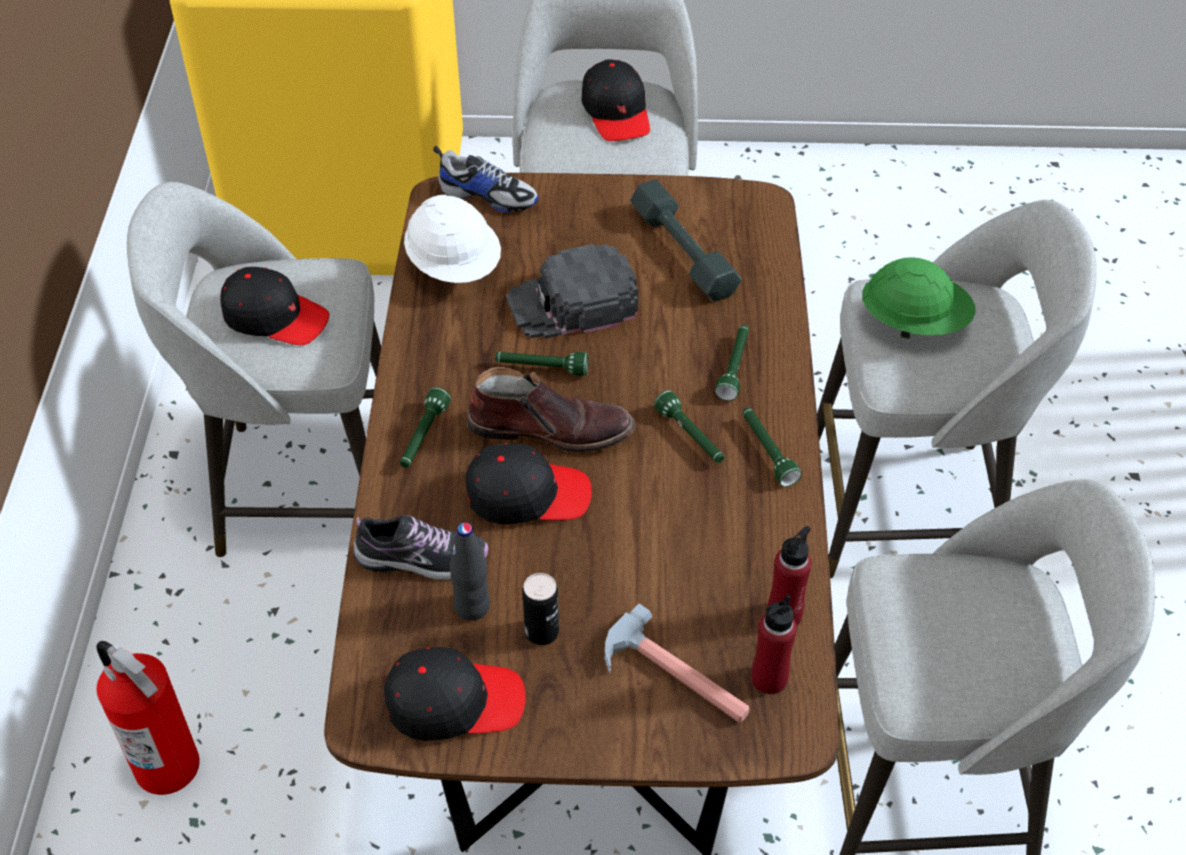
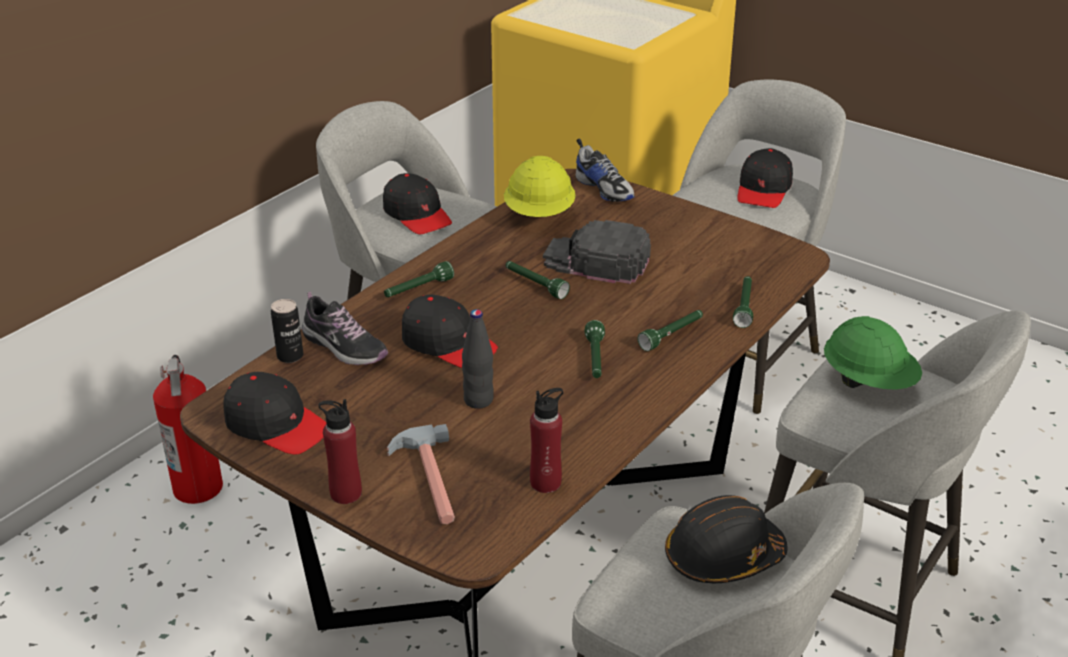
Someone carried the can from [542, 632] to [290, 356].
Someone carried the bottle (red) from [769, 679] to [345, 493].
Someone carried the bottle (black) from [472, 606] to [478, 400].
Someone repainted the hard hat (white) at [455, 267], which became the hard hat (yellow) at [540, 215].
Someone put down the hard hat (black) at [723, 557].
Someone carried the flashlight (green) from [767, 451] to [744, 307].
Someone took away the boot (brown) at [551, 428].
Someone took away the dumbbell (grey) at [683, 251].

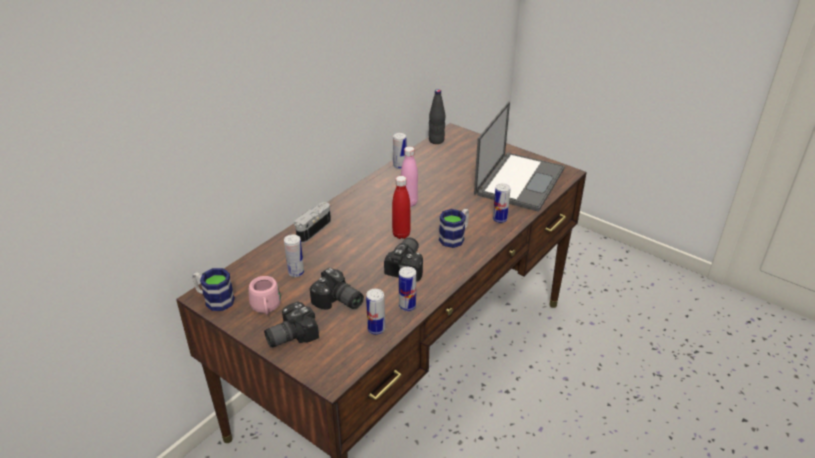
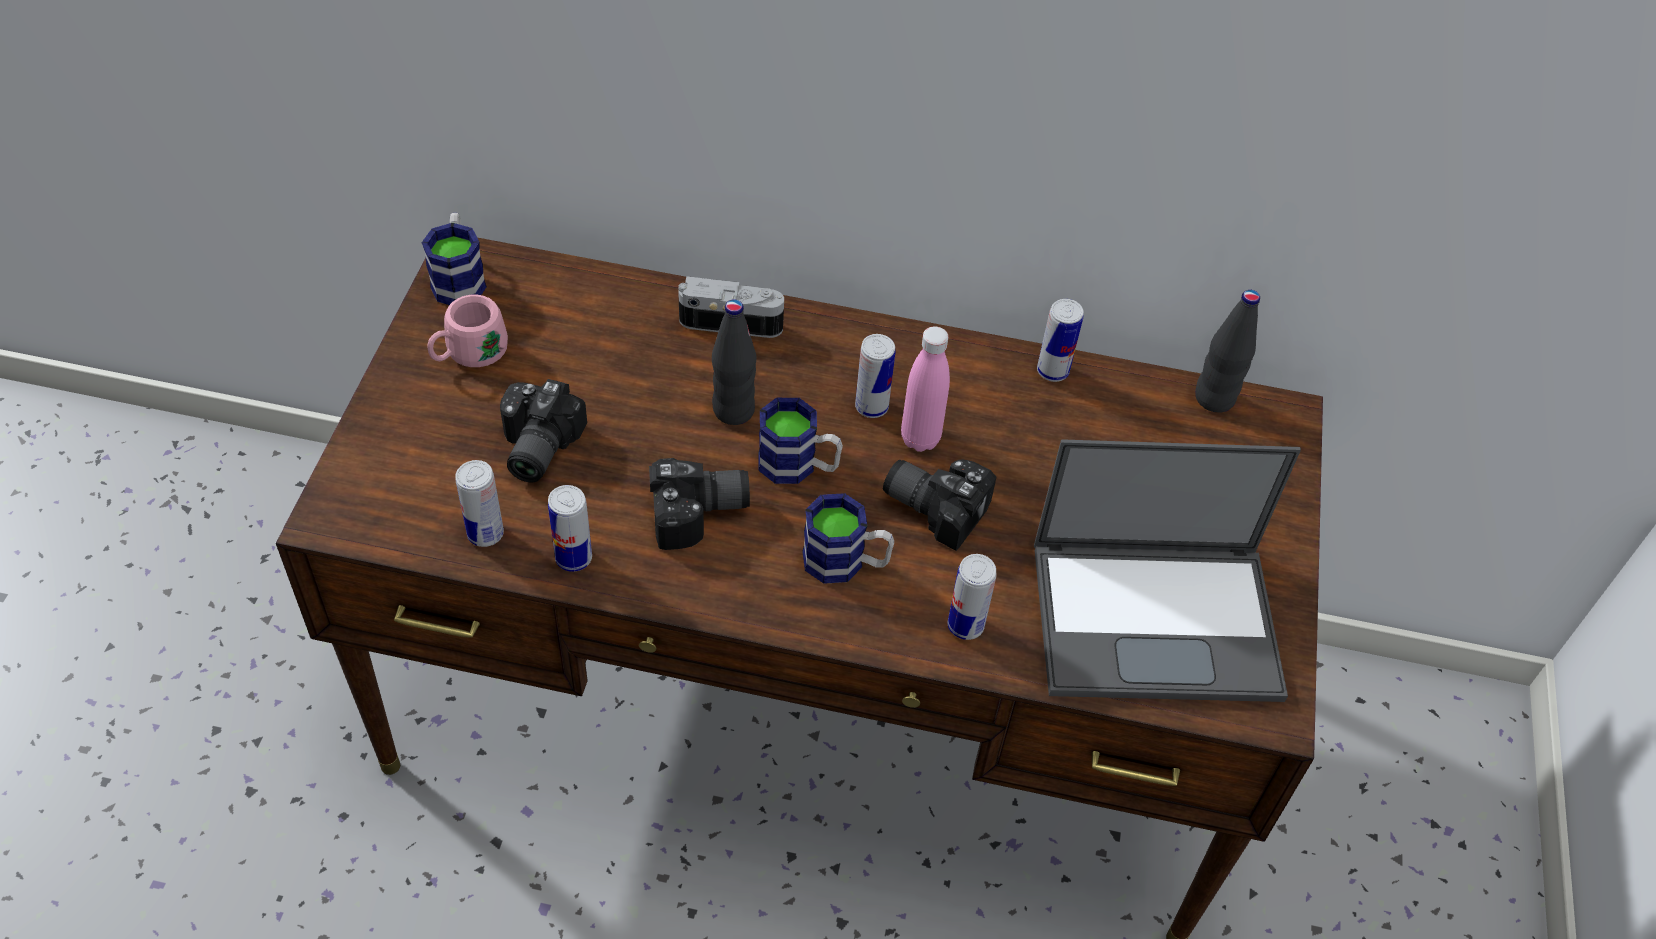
Someone put down the bottle (black) at [733, 410].
Someone swapped the bottle (red) at [401, 234] for the mug at [798, 466].
Someone carried the can from [296, 273] to [871, 407].
Someone carried the photo camera from [290, 335] to [936, 505].

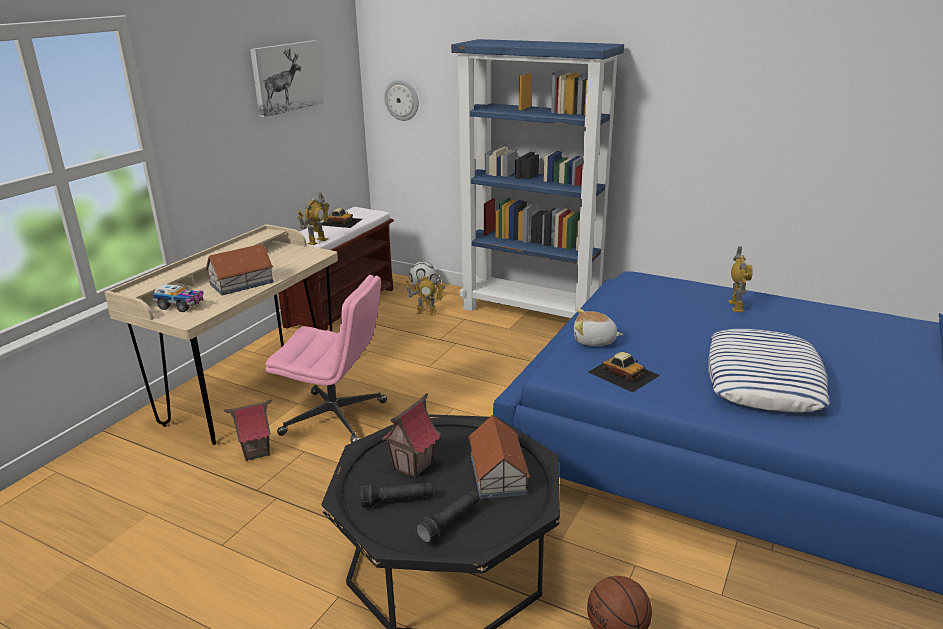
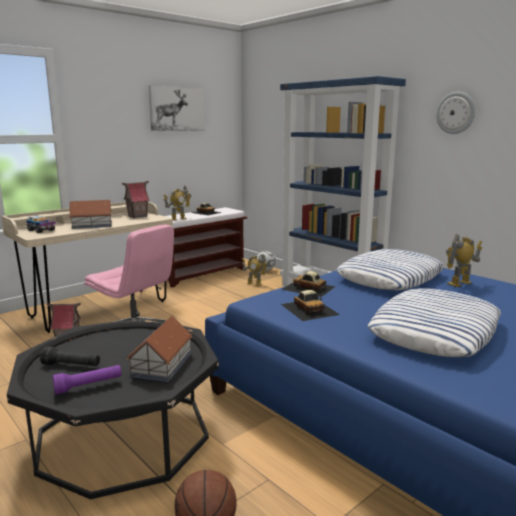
Someone repainted the flashlight (black) at [450, 522], which became the flashlight (purple) at [88, 386].
Someone carried the toy house from [413, 465] to [137, 216].
Someone swapped the plush toy at [594, 341] for the toy car at [308, 288].
Someone put down the pillow at [390, 278].
Someone carried the wall clock from [402, 100] to [456, 113].
Someone rotated the toy robot at [736, 306] by 150 degrees counterclockwise.

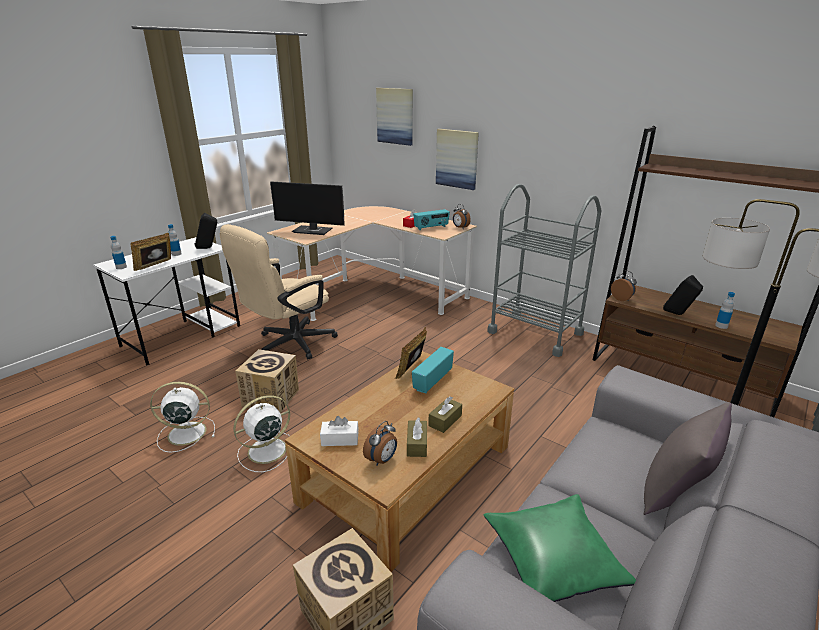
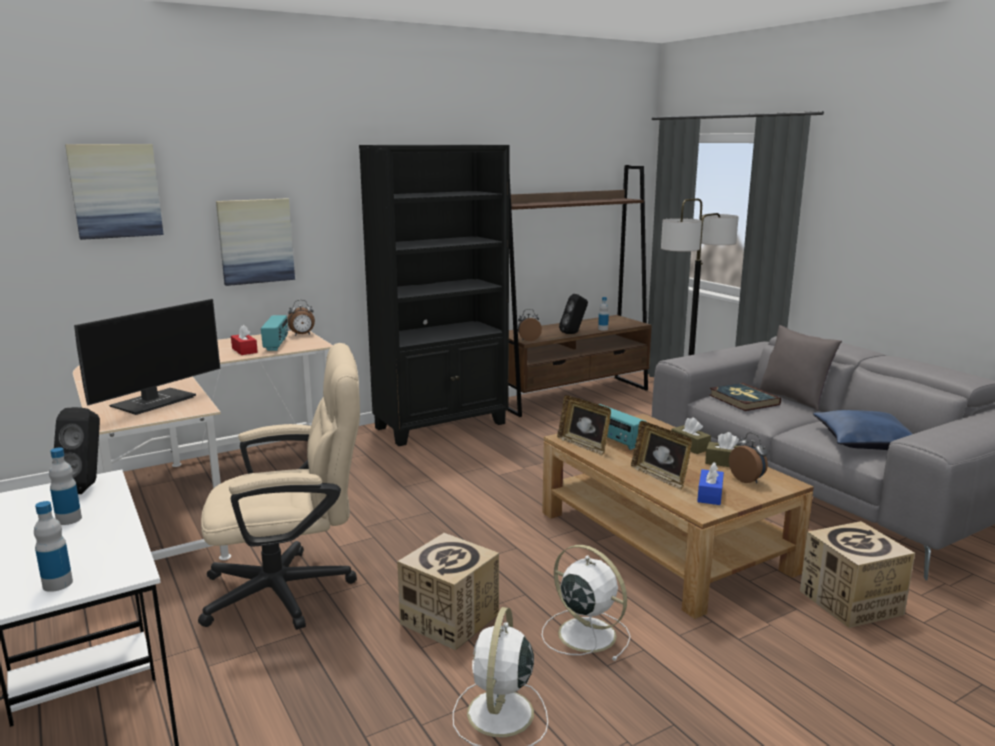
Someone rotated the office chair (beige) at [288, 345] by 75 degrees counterclockwise.
Someone swapped the cart (grey) at [535, 333] for the bookcase (black) at [442, 426].
Someone rotated the fan (white) at [265, 451] by 150 degrees clockwise.
Someone carried the picture frame from [155, 266] to [660, 477].
Someone repainted the tissue box (white) at [340, 439], which became the tissue box (blue) at [710, 495].
Someone put down the book at [743, 400].
Someone repainted the pillow (green) at [553, 558], which became the pillow (blue) at [865, 442].

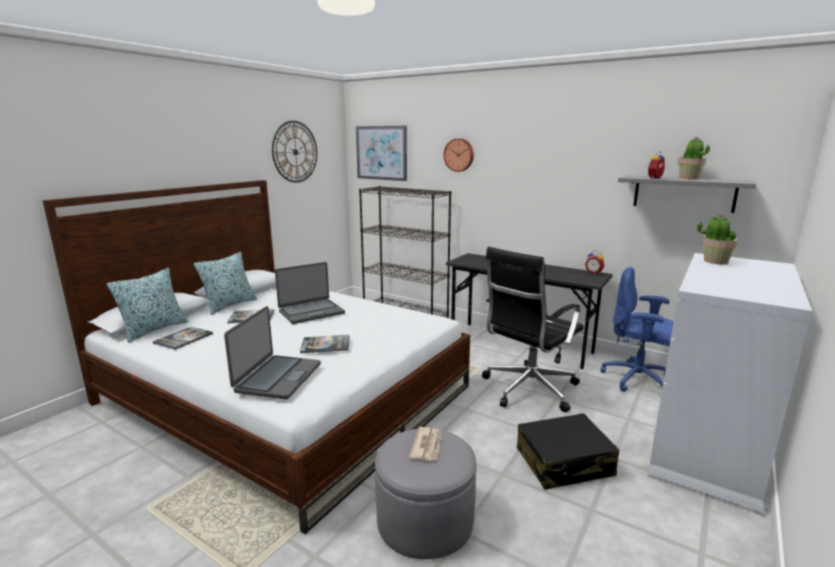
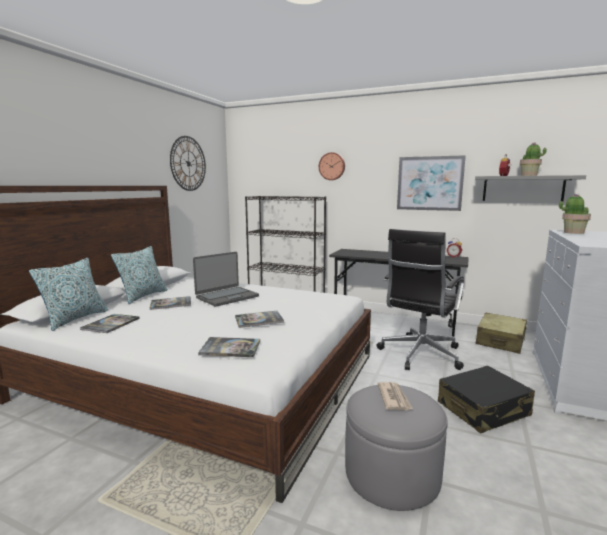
Someone swapped the laptop at [277, 377] for the book at [230, 348].
Someone carried the picture from [381, 153] to [429, 183].
Someone swapped the office chair (blue) at [638, 379] for the suitcase (beige) at [500, 341].

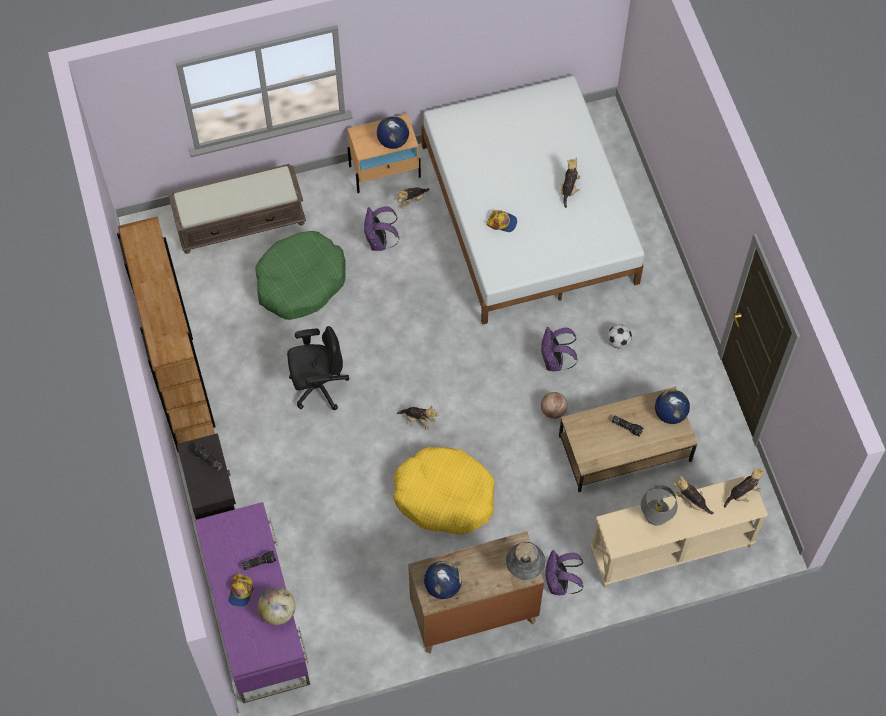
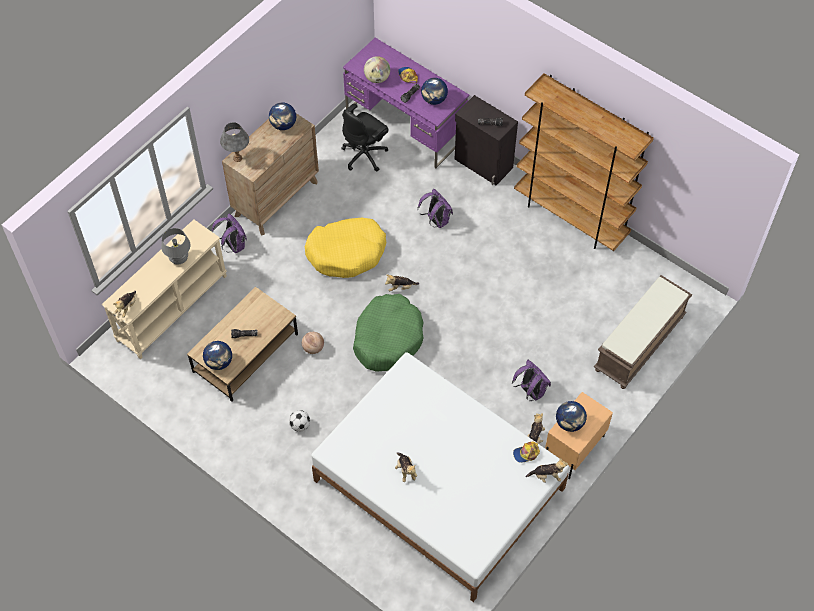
Someone carried the office chair (black) from [318, 386] to [365, 155].
Someone carried the dog bed (green) from [300, 281] to [388, 338].
Someone carried the backpack (purple) from [555, 361] to [436, 220].
Someone put down the globe at [434, 100].
Someone carried the cap from [502, 222] to [526, 453].
Someone carried the plush toy from [691, 501] to [547, 476].

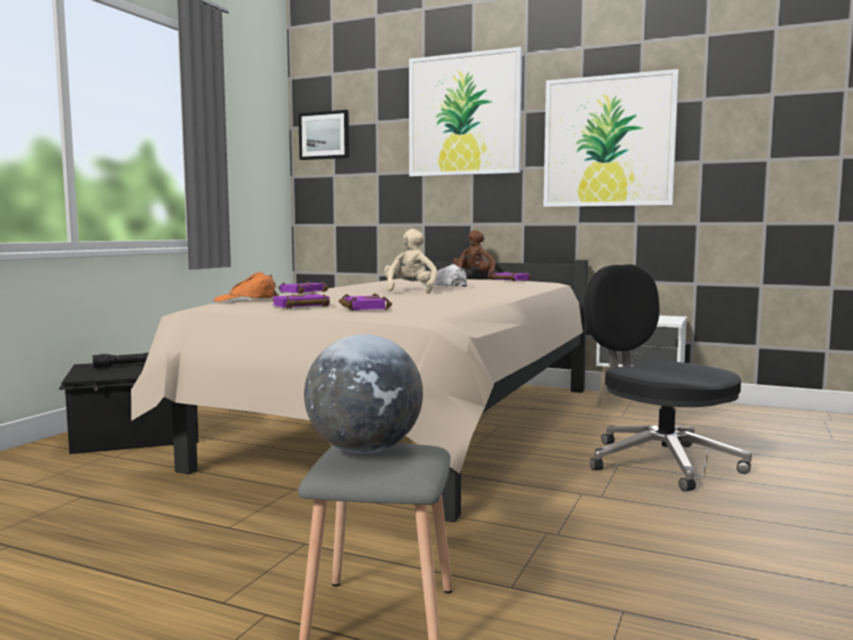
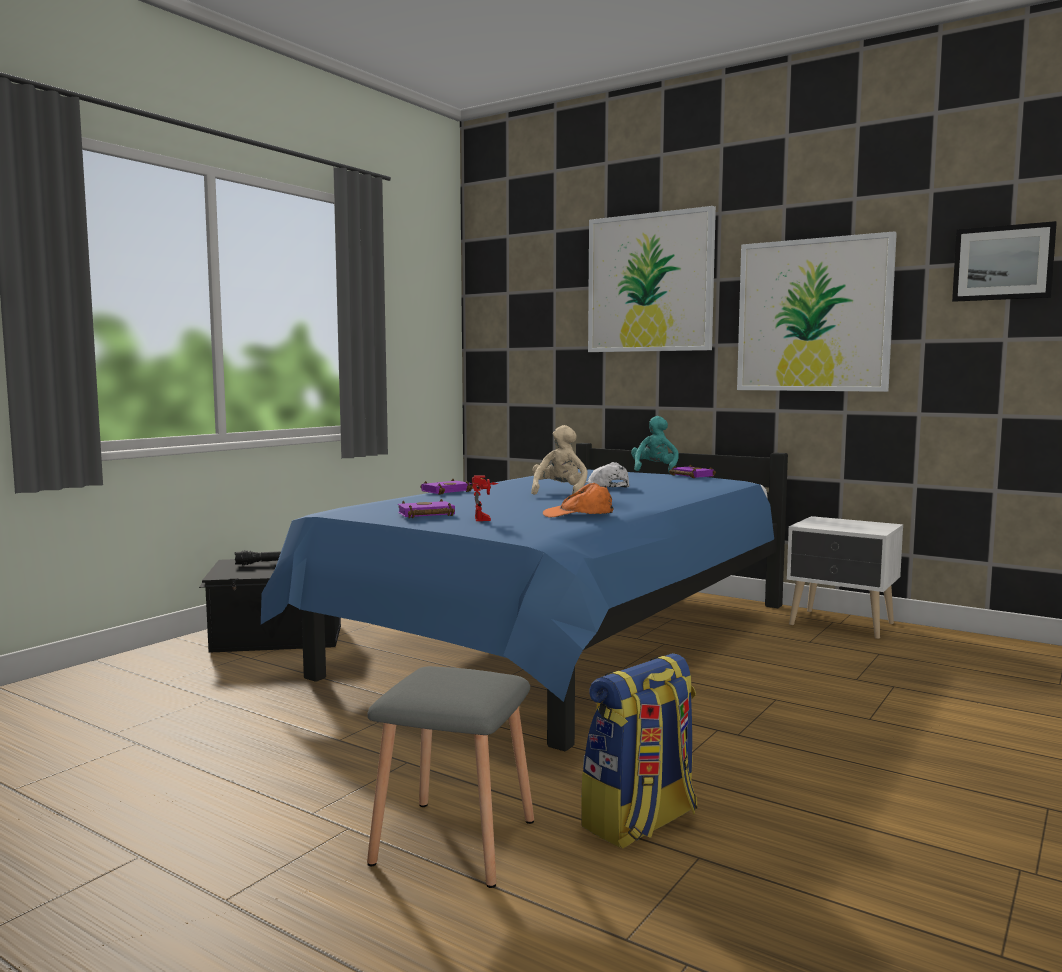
Someone repainted the bed (beige) at [413, 428], which became the bed (blue) at [564, 642].
Someone swapped the book (purple) at [362, 308] for the toy robot at [486, 519].
Someone carried the cap (orange) from [246, 299] to [578, 514].
Someone put down the backpack at [640, 822].
Someone repainted the plush toy (brown) at [473, 277], which became the plush toy (turquoise) at [654, 470].
Someone carried the picture from [324, 135] to [1003, 263].
Someone took away the globe at [364, 450].
Someone took away the office chair (black) at [659, 462].

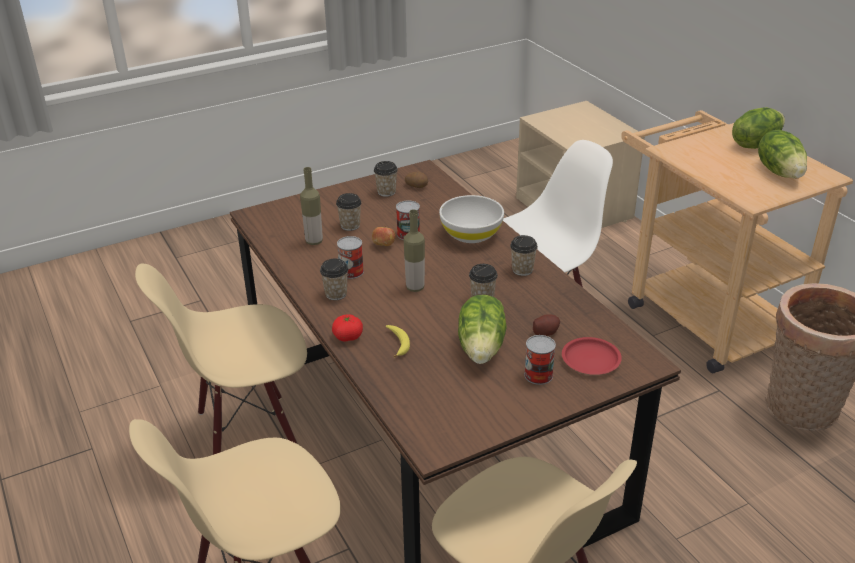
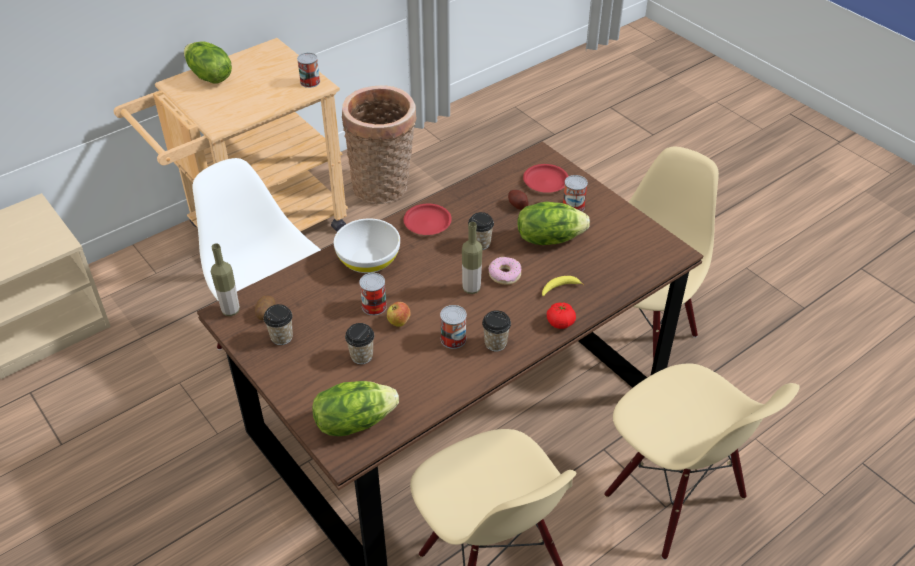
Someone carried the bottle from [314, 241] to [230, 310].
Someone put down the can at [310, 82].
Someone carried the lettuce from [780, 172] to [354, 421].
Someone swapped the cup at [522, 270] for the plate (red) at [427, 222].
Someone put down the donut at [505, 275].

